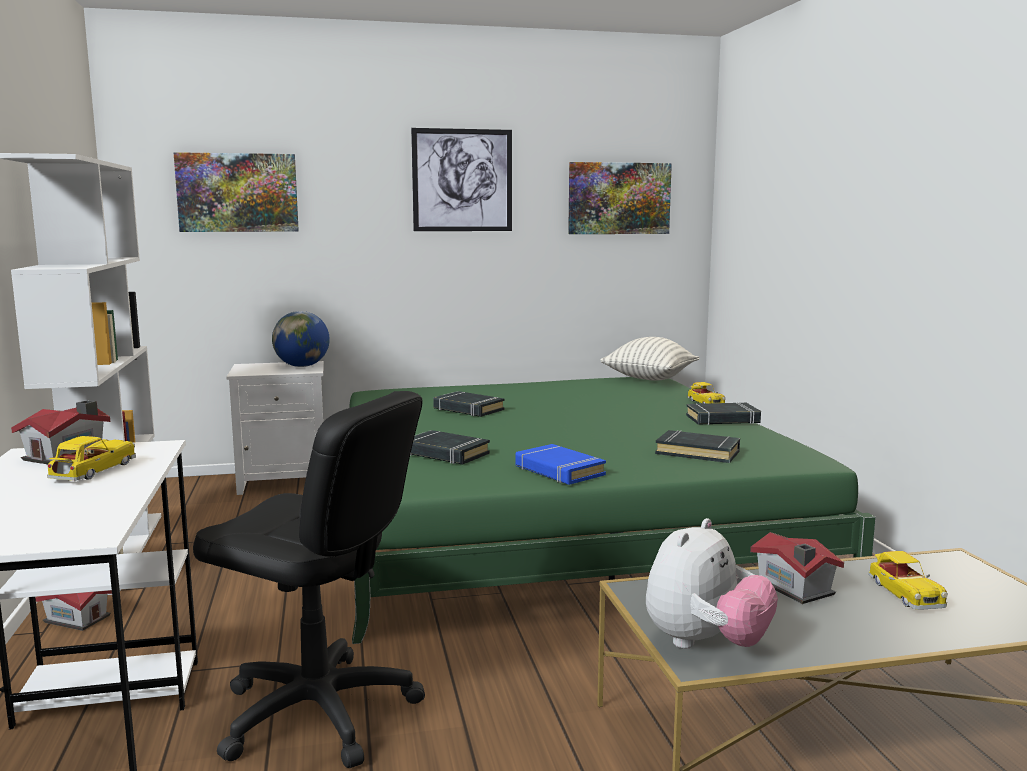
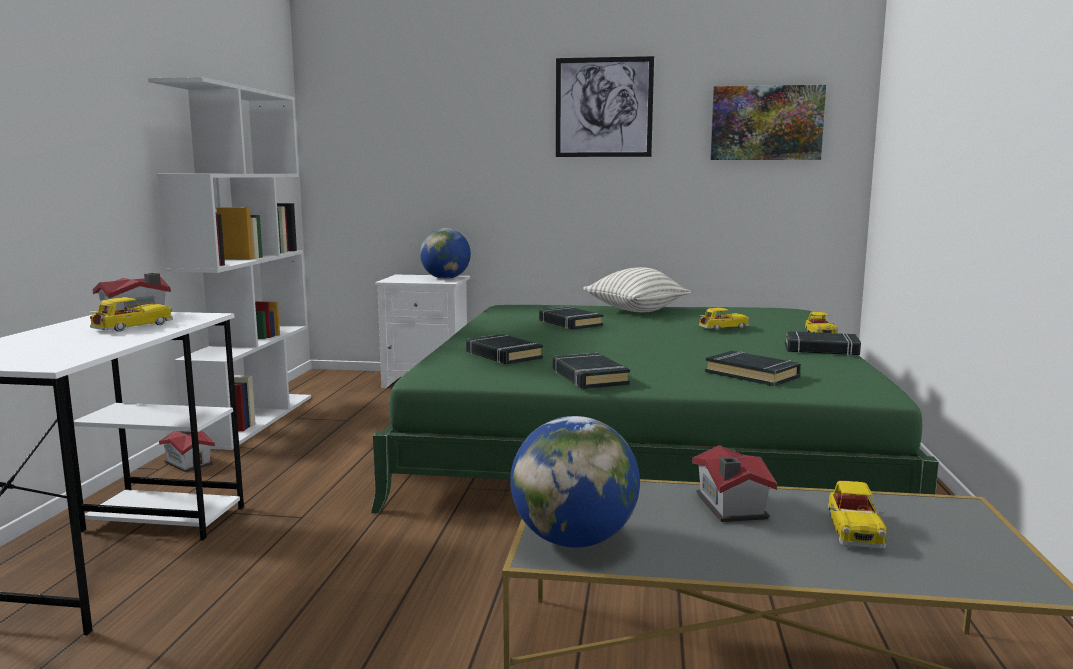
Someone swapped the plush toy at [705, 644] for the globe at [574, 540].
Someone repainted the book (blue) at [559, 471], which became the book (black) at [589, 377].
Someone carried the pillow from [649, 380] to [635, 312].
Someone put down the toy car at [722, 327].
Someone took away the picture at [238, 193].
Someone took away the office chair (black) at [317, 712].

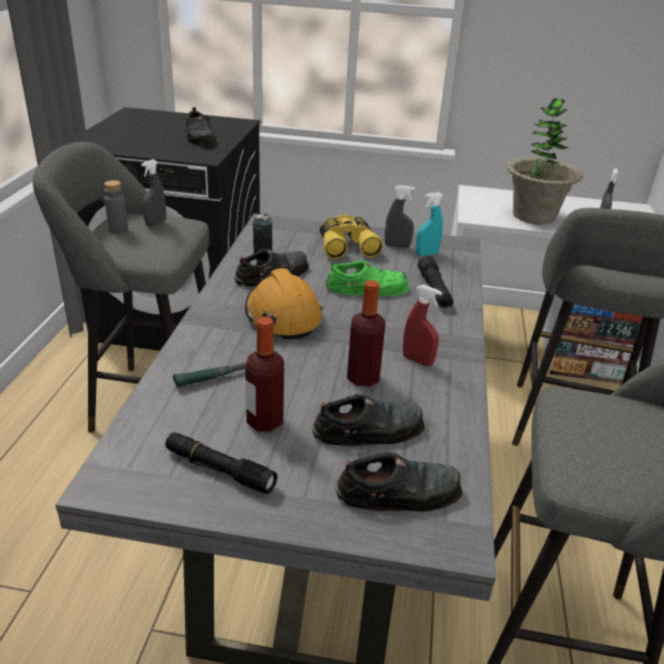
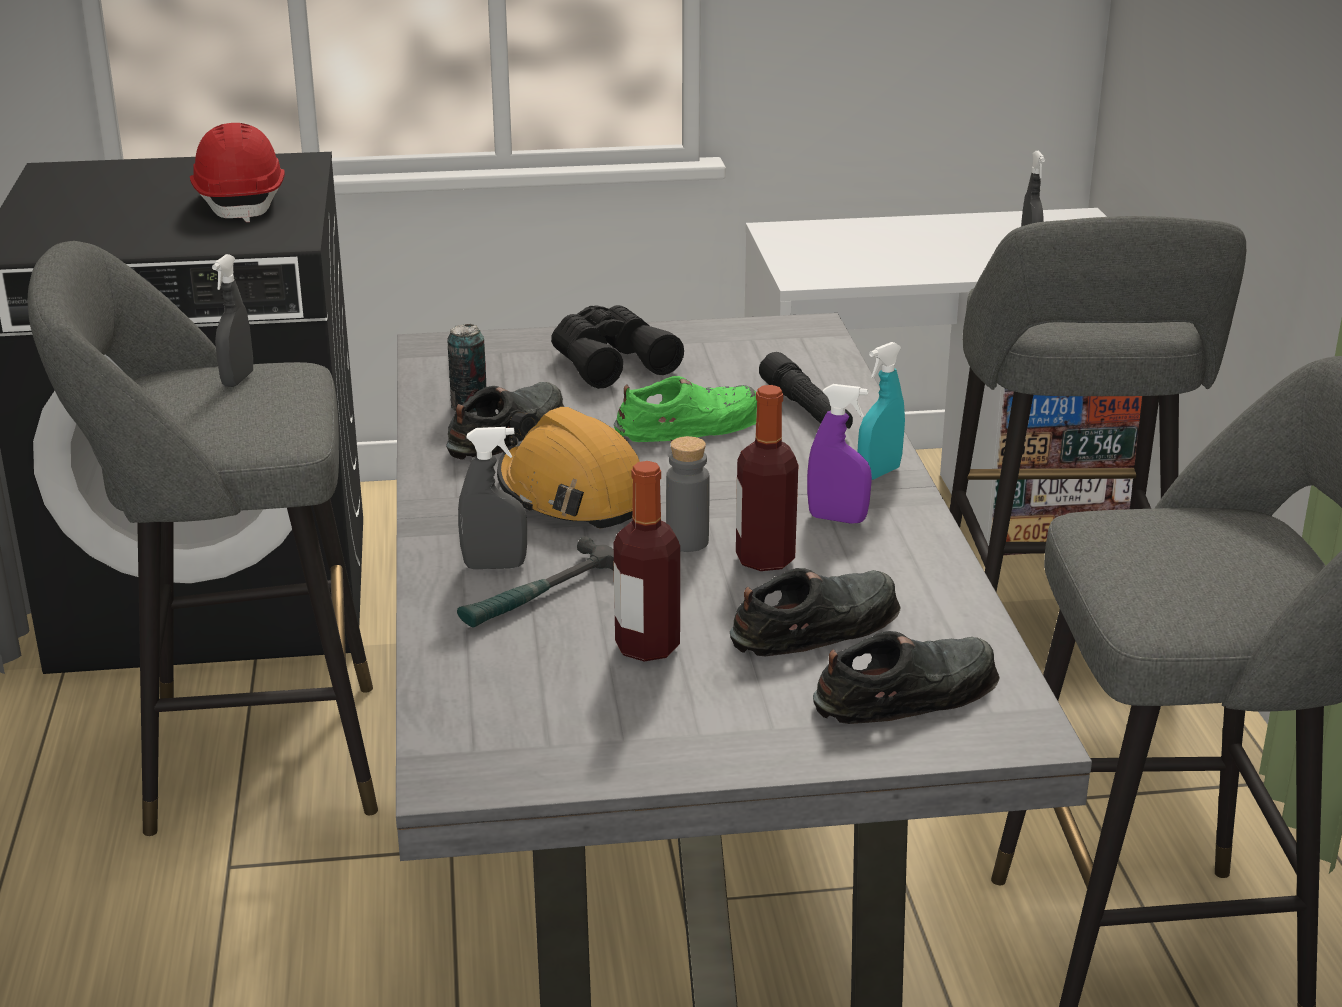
Someone swapped the shoe (black) at [200, 137] for the hard hat (red) at [241, 203].
Someone carried the spray bottle (grey) from [397, 246] to [495, 566].
Someone repainted the binoculars (yellow) at [347, 245], which became the binoculars (black) at [610, 362].
Someone carried the bottle (grey) from [118, 229] to [687, 542].
Someone repainted the spray bottle (red) at [417, 360], which became the spray bottle (purple) at [837, 519].
Someone carried the spray bottle (turquoise) from [426, 254] to [879, 473].
Someone took away the flashlight (black) at [219, 469].
Someone took away the potted plant at [533, 216].

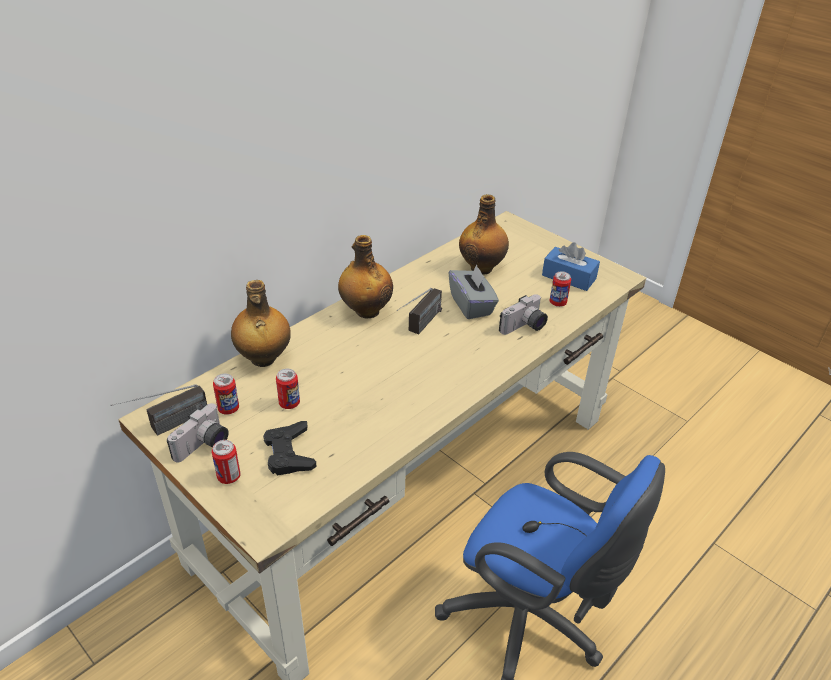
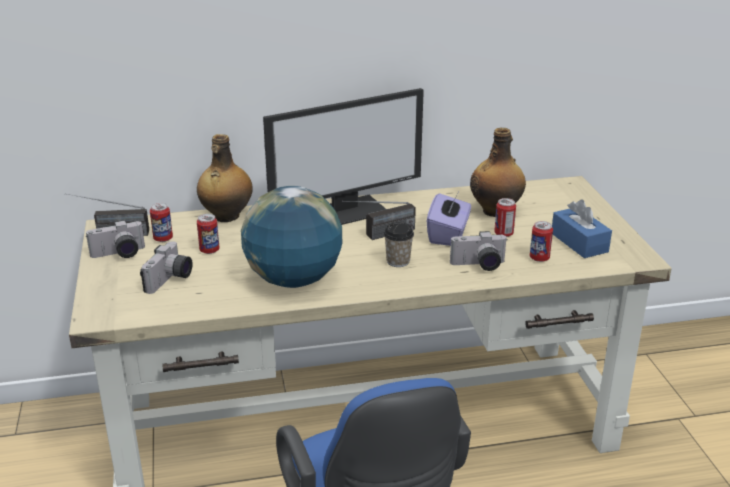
Someone swapped the game controller (black) at [289, 453] for the photo camera at [170, 280].
Someone put down the globe at [293, 280].
Someone swapped the bottle at [366, 311] for the monitor at [347, 211].
Someone put down the cup at [398, 261].
Someone repainted the tissue box (grey) at [471, 305], which became the tissue box (purple) at [448, 235].
Someone carried the can from [229, 476] to [503, 234].

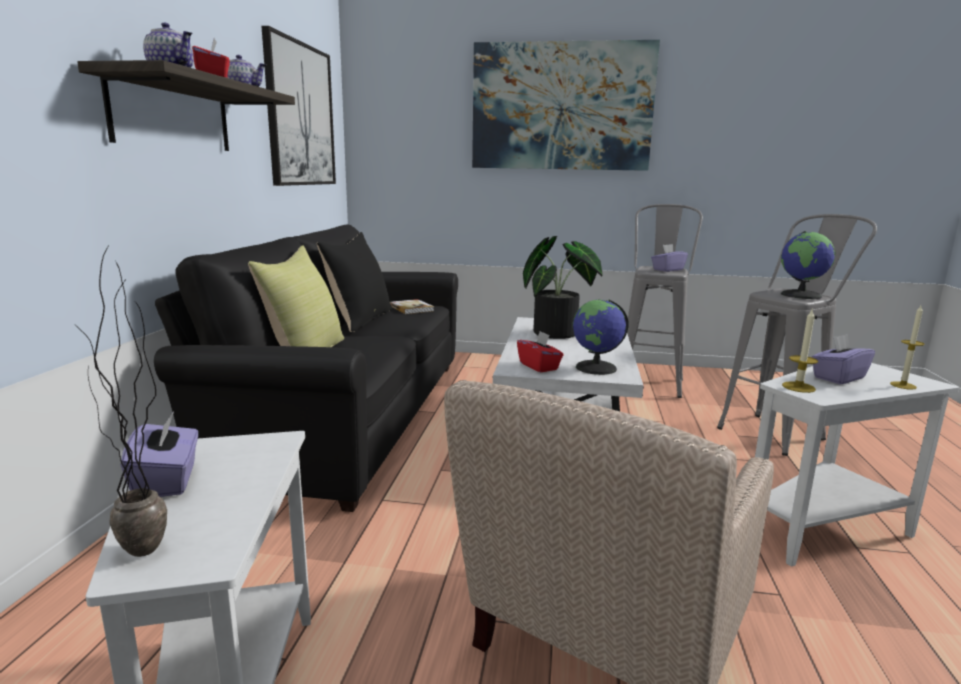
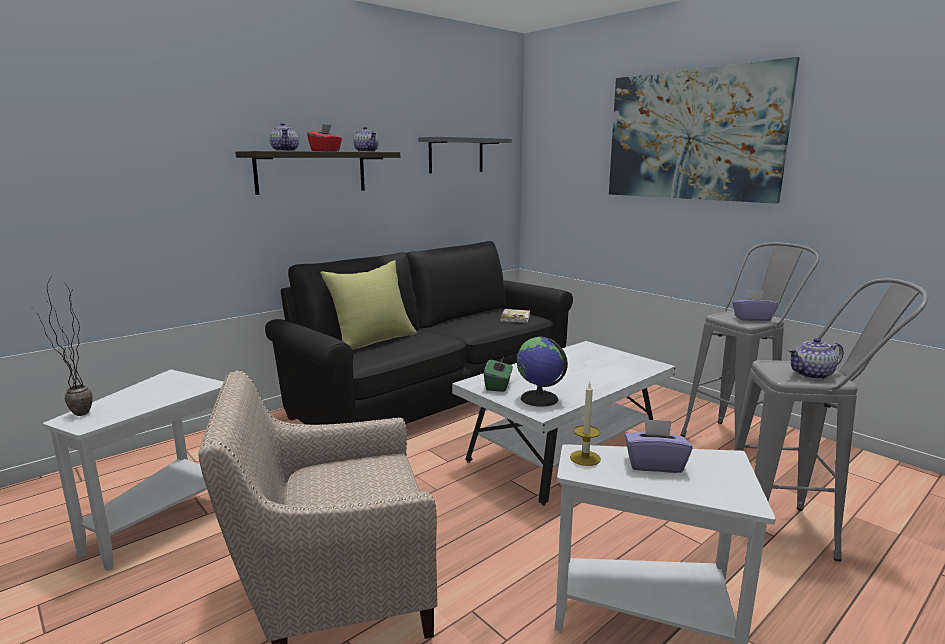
Someone swapped the picture at [300, 115] for the shelf (grey) at [456, 155].
Someone repainted the tissue box (red) at [539, 366], which became the tissue box (green) at [498, 385].
Someone swapped the globe at [801, 295] for the teapot at [812, 374].
Someone took away the tissue box (purple) at [167, 481].
Someone took away the pillow (black) at [360, 320].
Someone took away the potted plant at [560, 333].
Someone took away the candle at [903, 385].

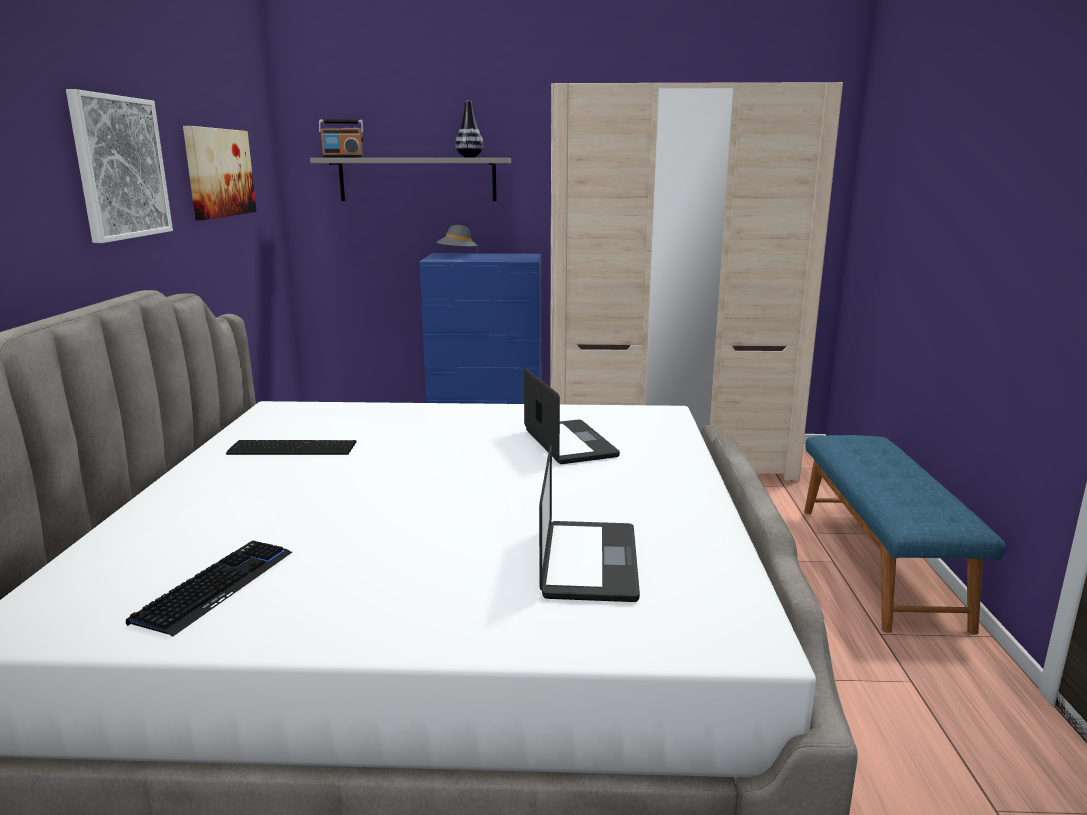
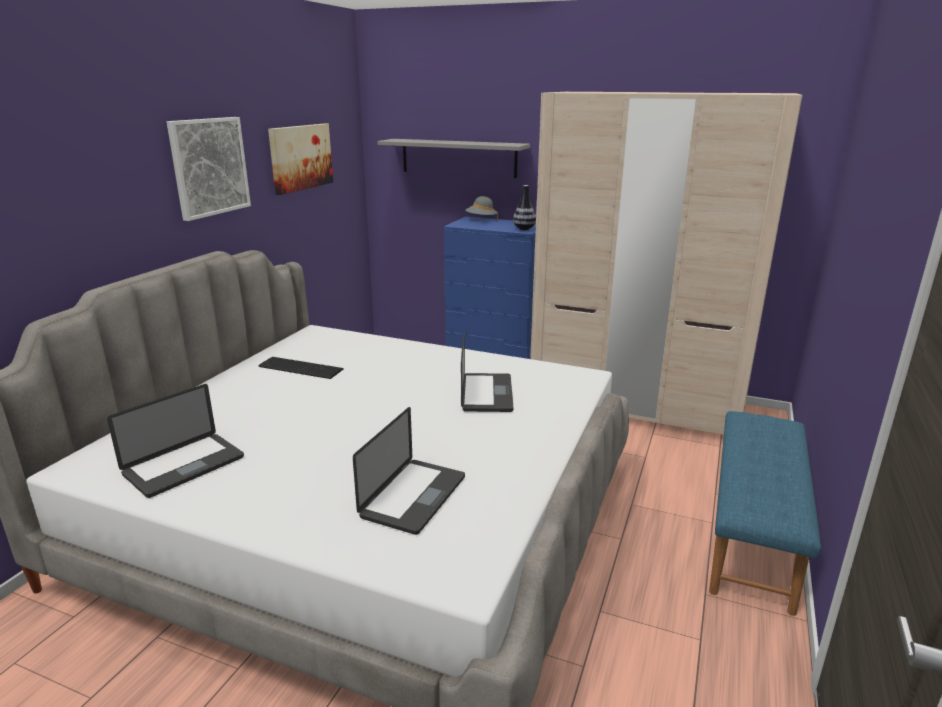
Someone swapped the keyboard at [216, 587] for the laptop at [184, 466].
Someone carried the vase from [469, 157] to [524, 229].
Someone took away the radio at [343, 157].

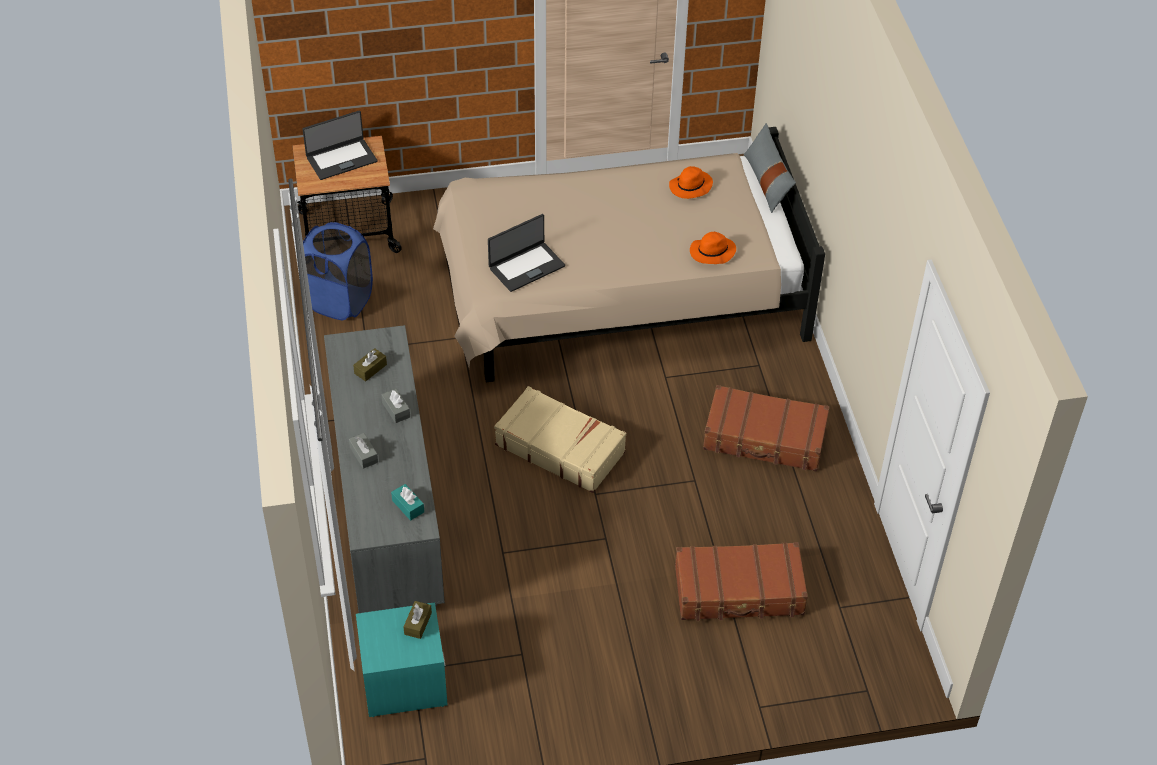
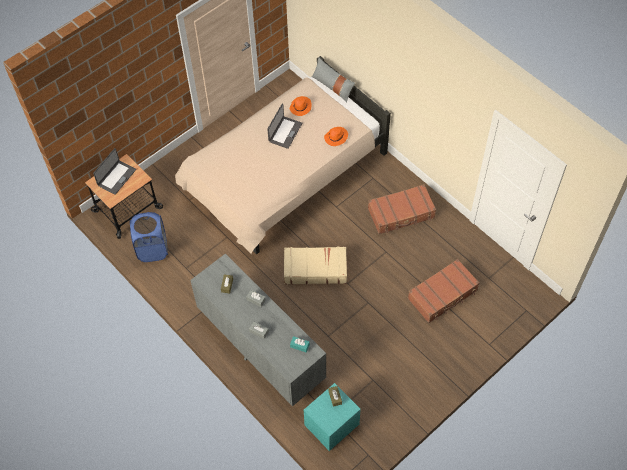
Someone carried the laptop from [526, 266] to [285, 132].

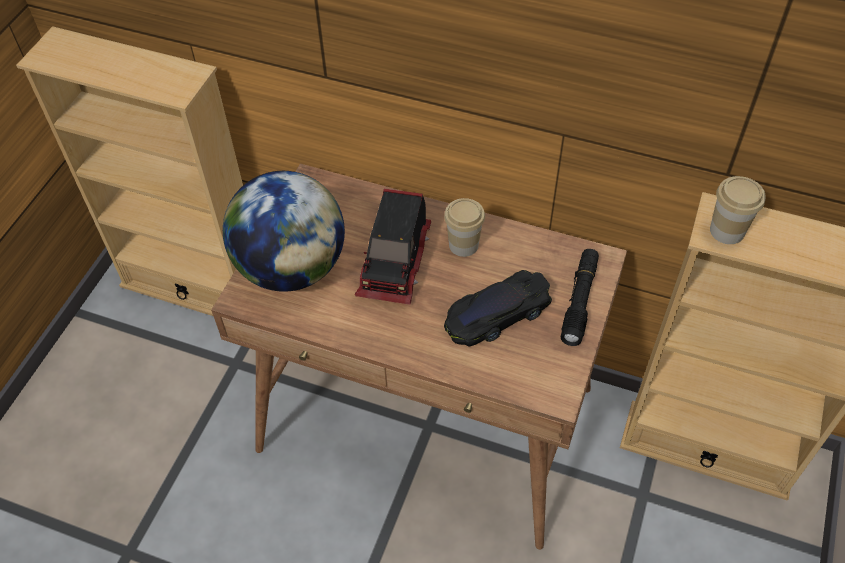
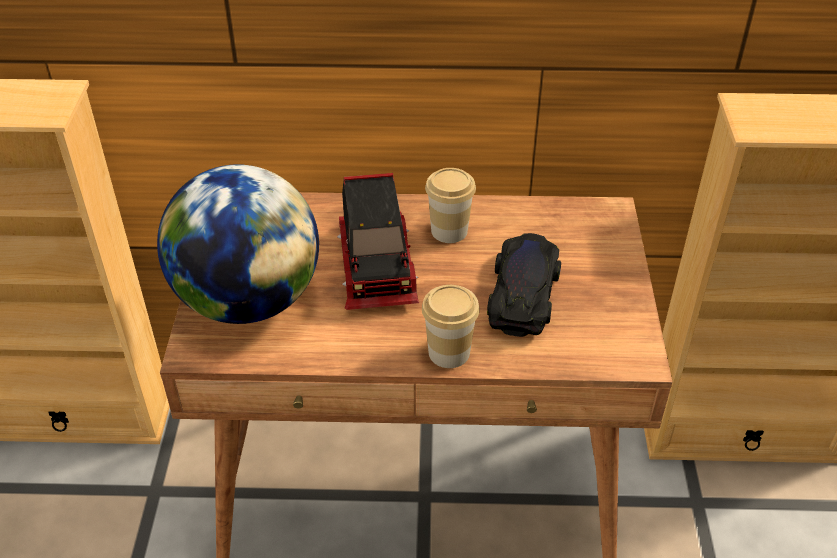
Someone carried the cup from [727, 231] to [449, 352].
Someone rotated the toy car (black) at [496, 314] by 150 degrees clockwise.
Someone took away the flashlight (black) at [579, 301].

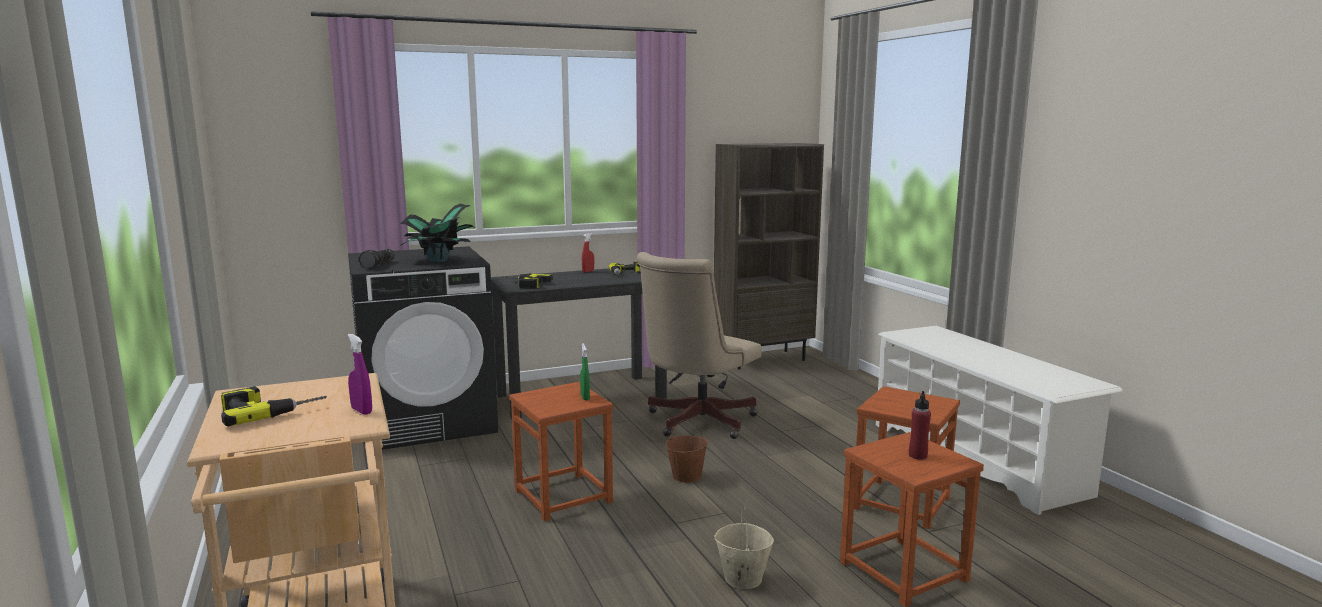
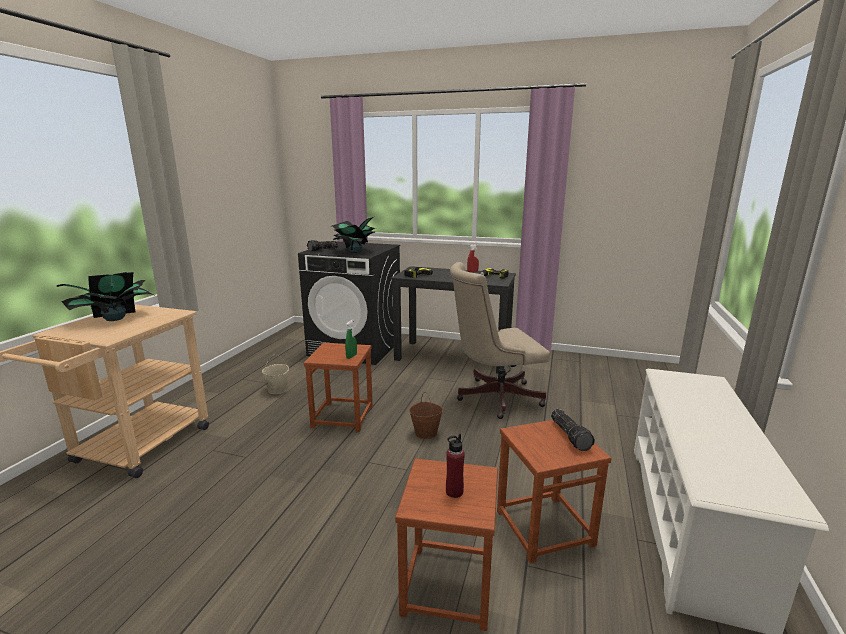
Someone swapped the power drill at [270, 410] for the potted plant at [113, 319].
Someone carried the bucket (beige) from [742, 578] to [277, 390].
Someone put down the flashlight at [571, 435].
Someone took away the spray bottle (purple) at [361, 411].
Someone took away the bookcase (brown) at [763, 359].

